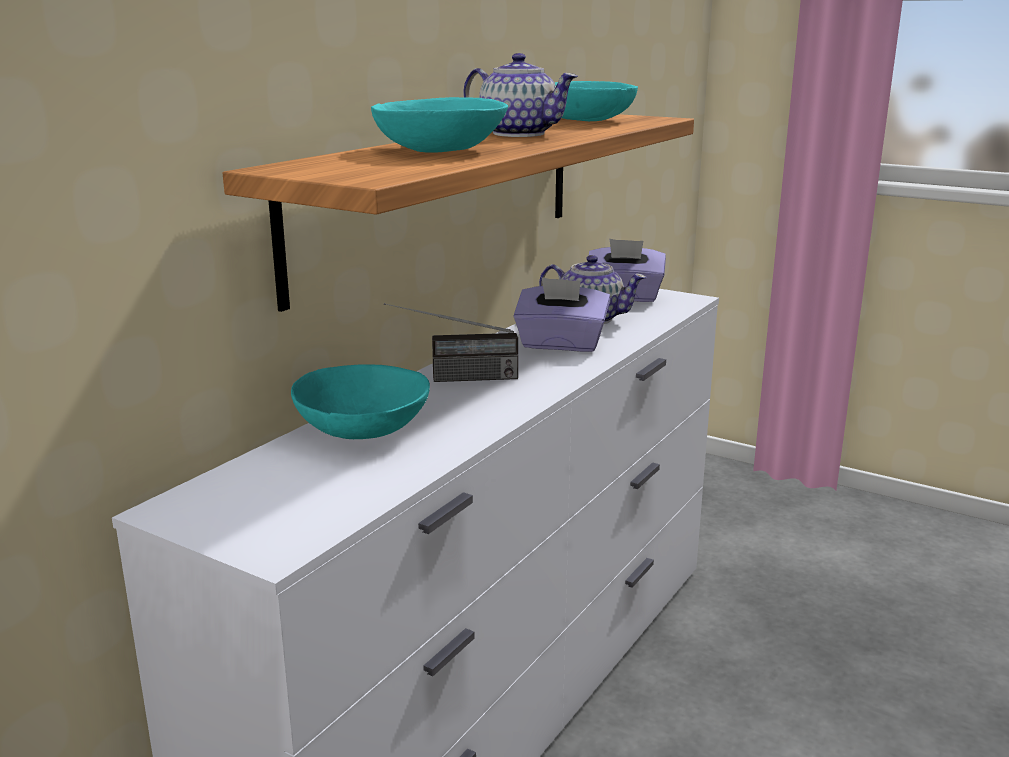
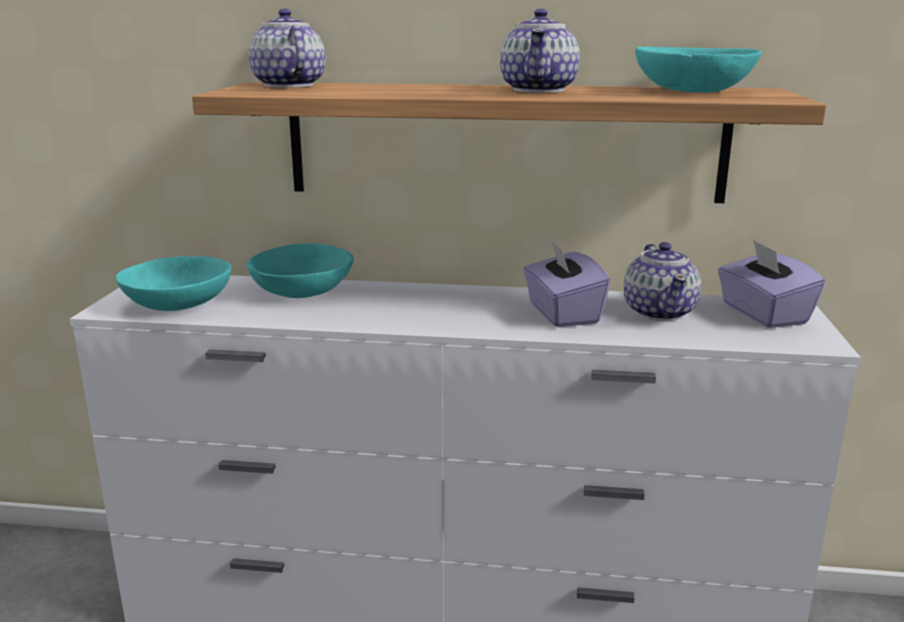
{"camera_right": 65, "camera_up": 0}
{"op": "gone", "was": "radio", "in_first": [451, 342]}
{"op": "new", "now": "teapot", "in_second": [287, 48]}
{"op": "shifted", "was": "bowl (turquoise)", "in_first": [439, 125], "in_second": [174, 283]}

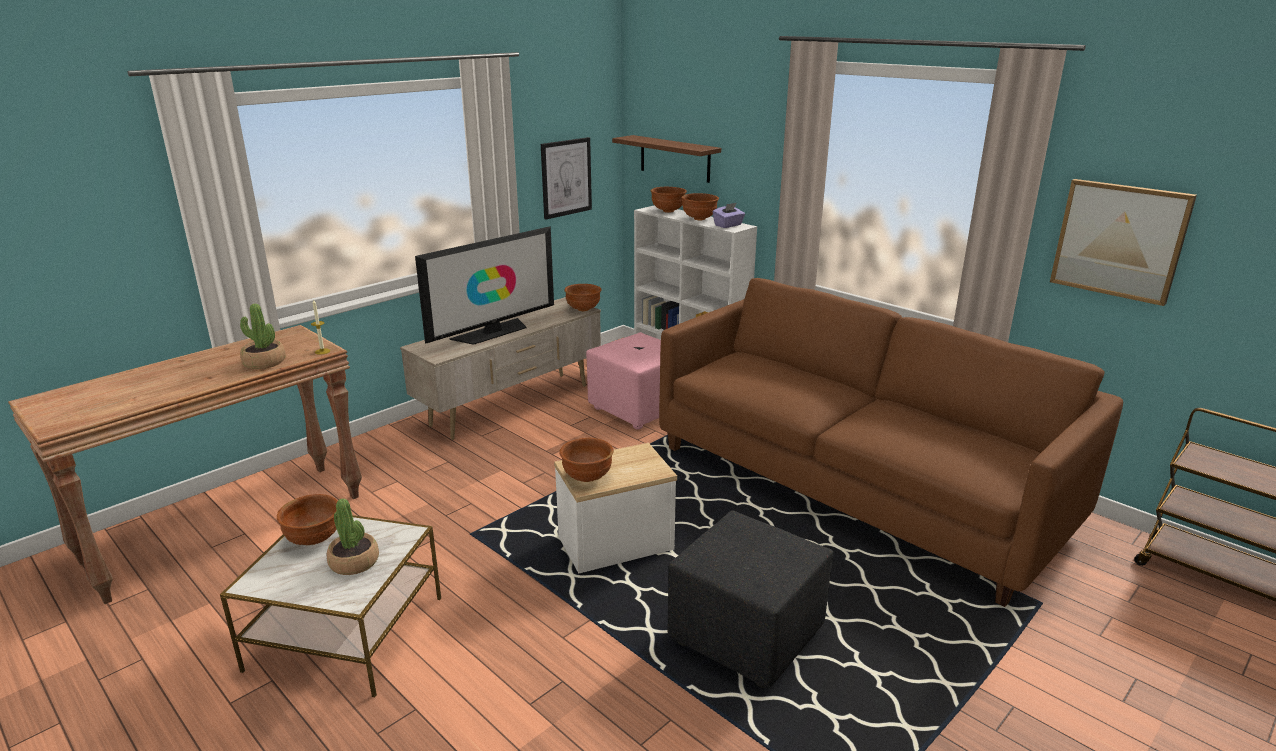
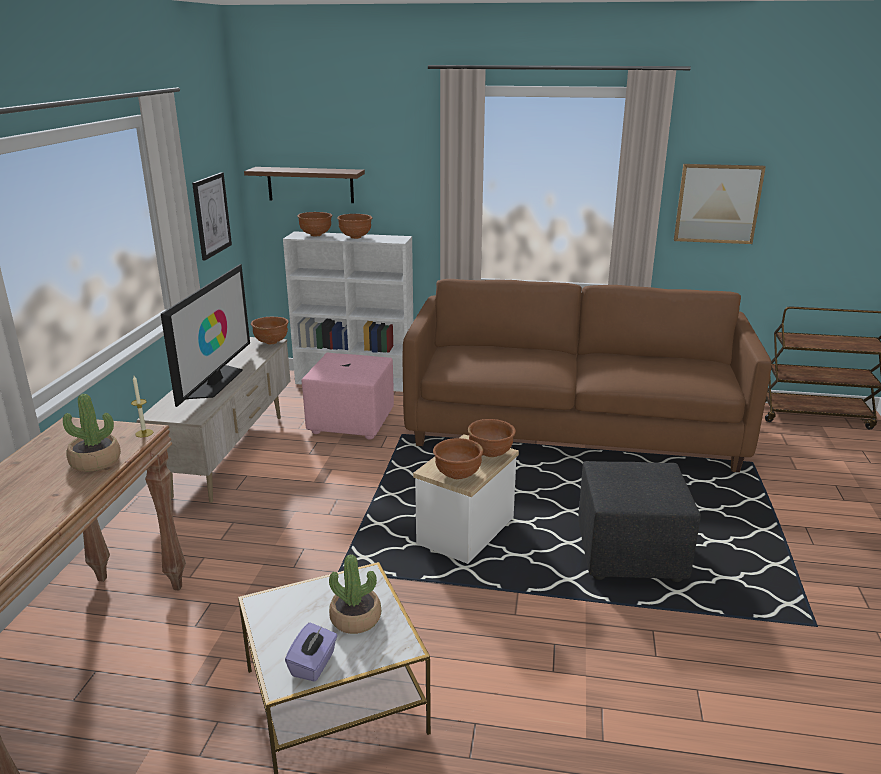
{"camera_right": -35, "camera_up": 0}
{"op": "shifted", "was": "bowl (brown)", "in_first": [307, 520], "in_second": [492, 438]}
{"op": "shifted", "was": "tissue box (purple)", "in_first": [729, 215], "in_second": [311, 652]}

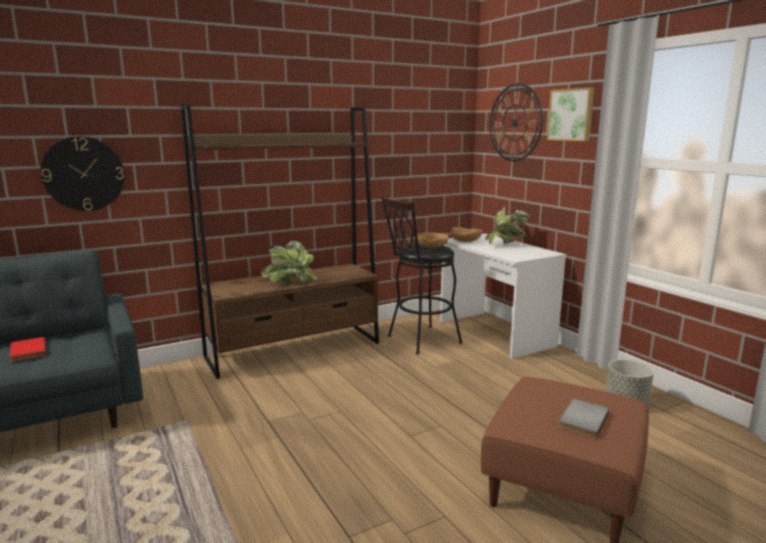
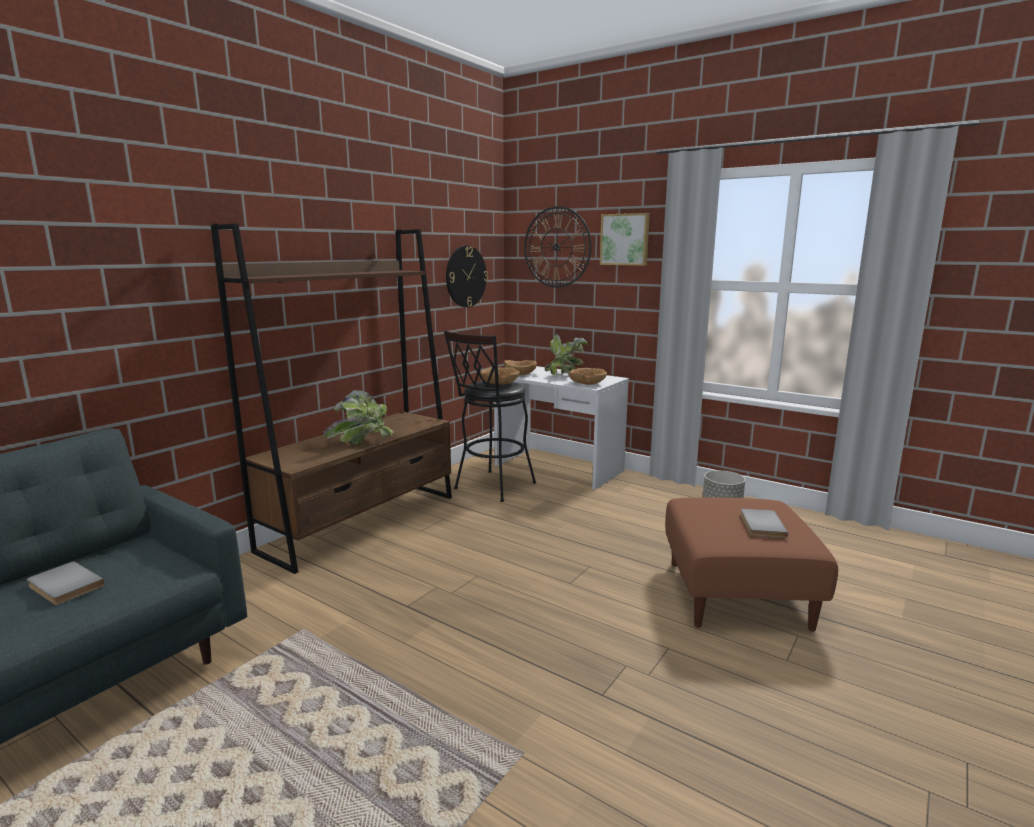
{"camera_right": -25, "camera_up": 0}
{"op": "new", "now": "bowl (brown)", "in_second": [588, 376]}
{"op": "shifted", "was": "wall clock", "in_first": [83, 173], "in_second": [467, 276]}
{"op": "repainted", "was": "book (red)", "now": "book (grey)", "in_first": [28, 349], "in_second": [66, 583]}

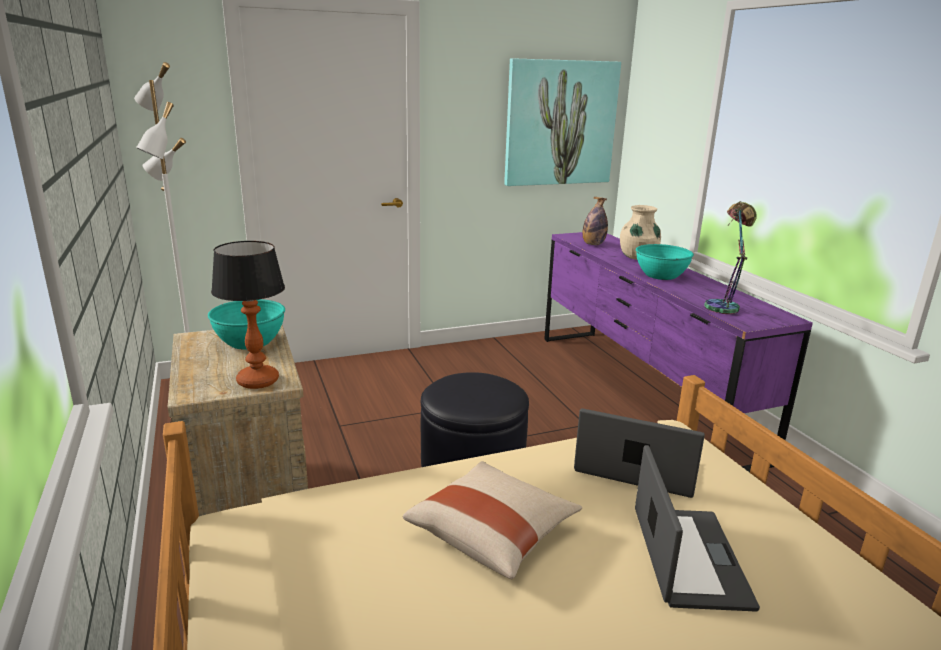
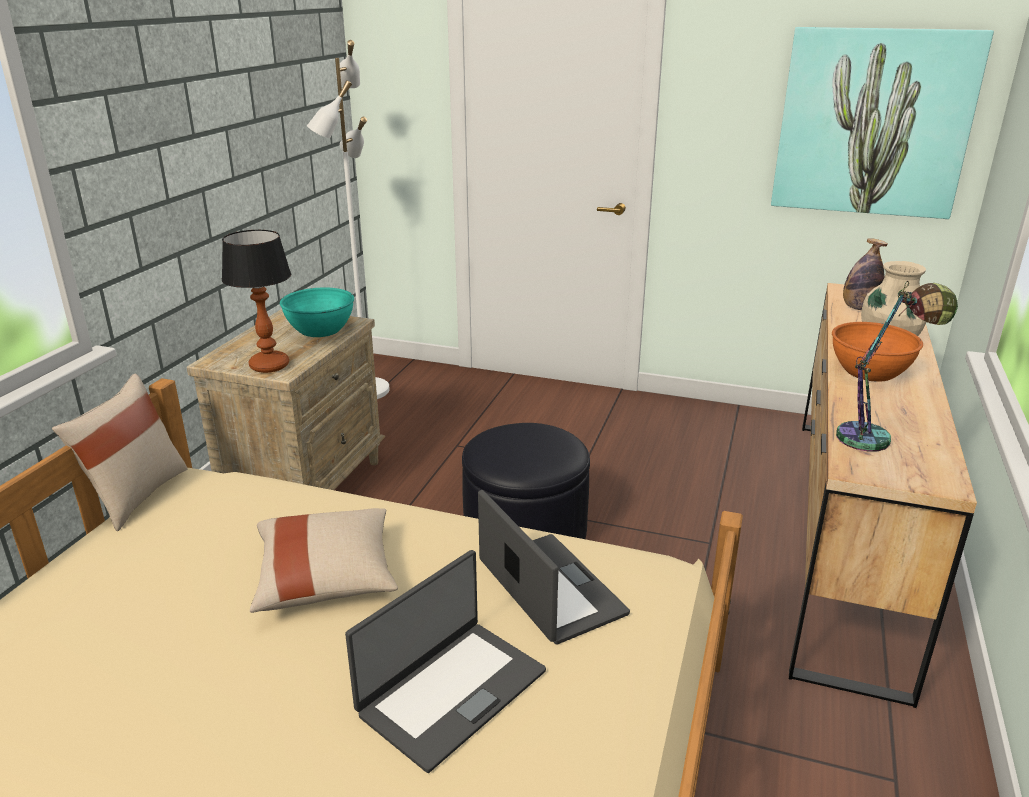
{"camera_right": 40, "camera_up": 5}
{"op": "new", "now": "pillow (beige)", "in_second": [120, 452]}
{"op": "repainted", "was": "dresser (purple)", "now": "dresser (brown)", "in_first": [678, 352], "in_second": [883, 495]}
{"op": "repainted", "was": "bowl (turquoise)", "now": "bowl (orange)", "in_first": [665, 262], "in_second": [877, 352]}

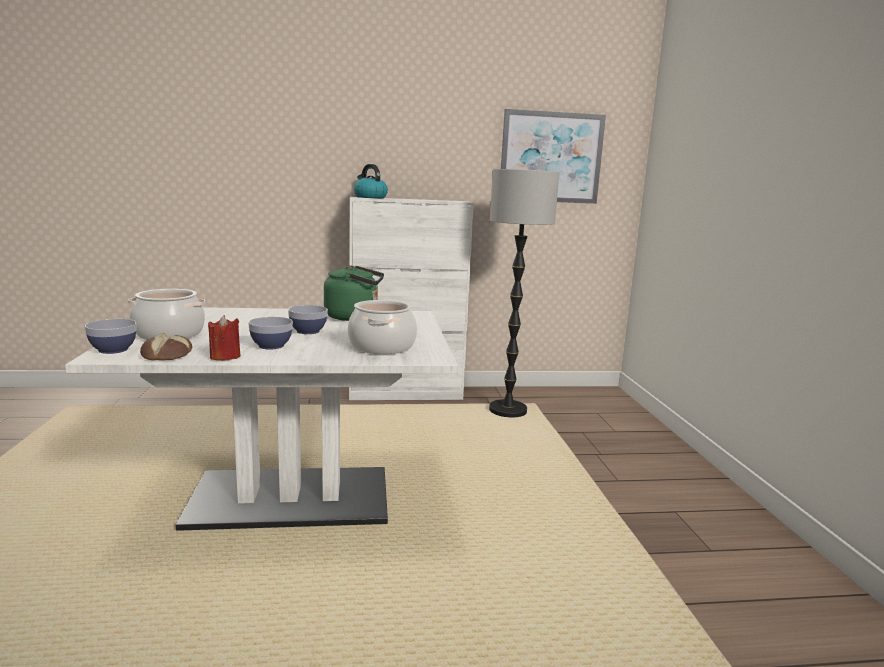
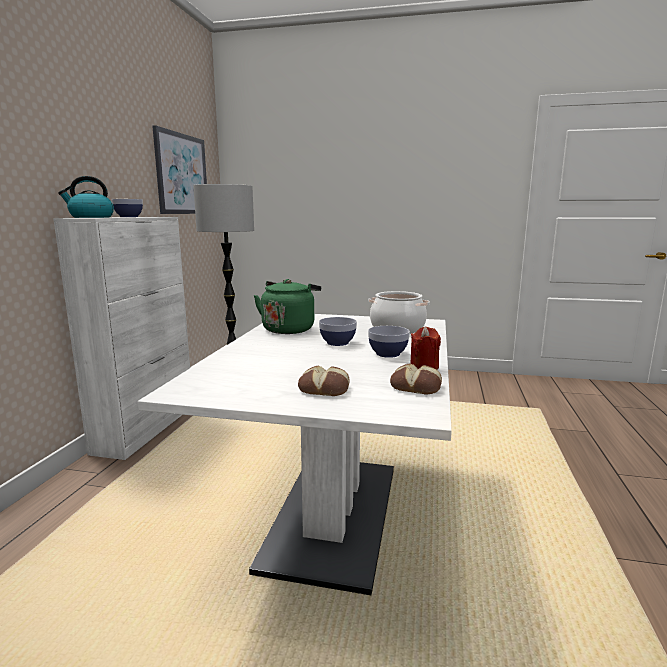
{"camera_right": -70, "camera_up": 0}
{"op": "shifted", "was": "bowl", "in_first": [111, 336], "in_second": [127, 208]}
{"op": "swapped", "was": "cooking pot", "now": "bread", "in_first": [166, 314], "in_second": [324, 381]}

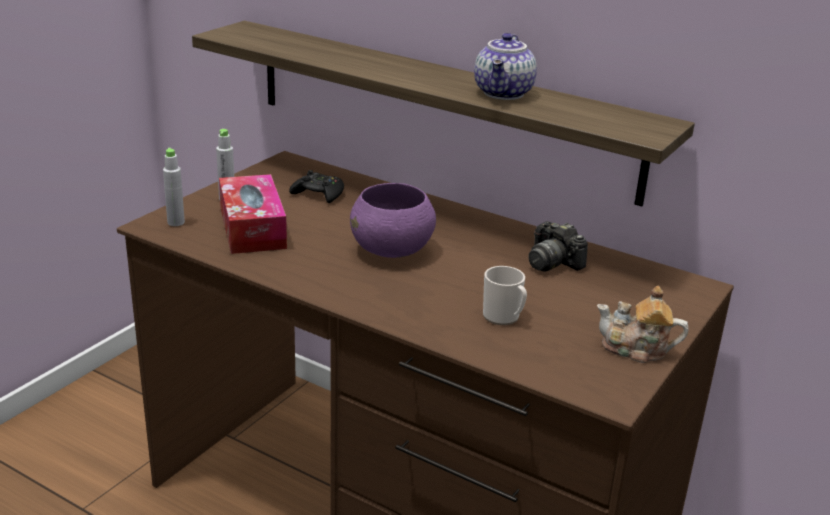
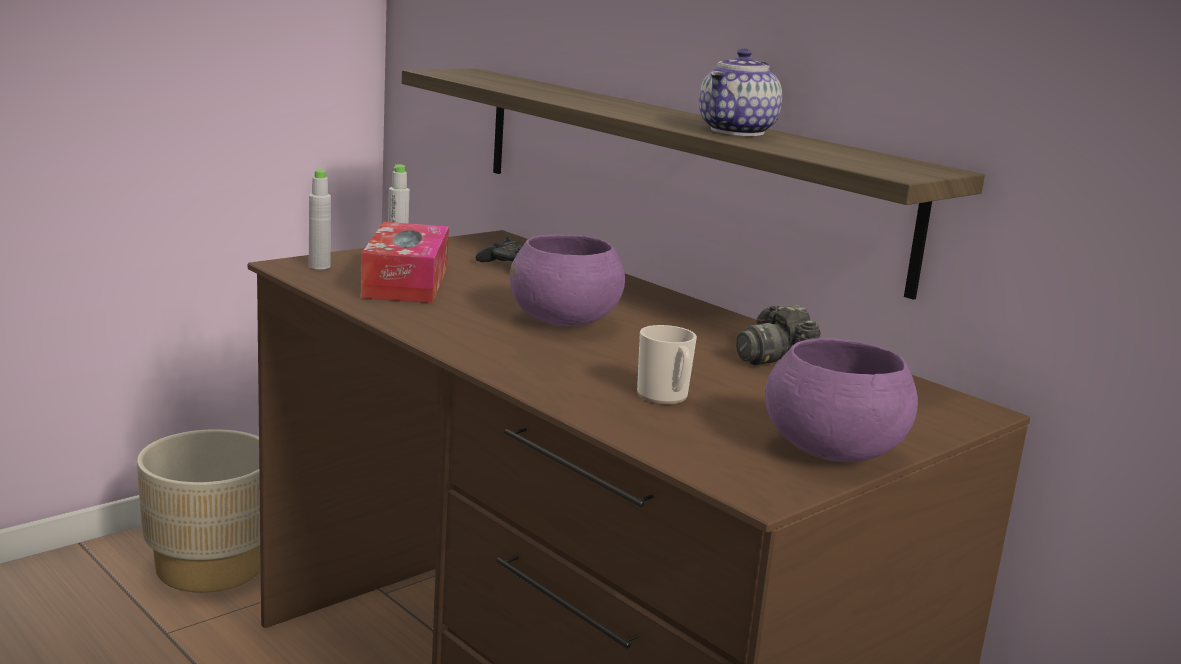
{"camera_right": 15, "camera_up": -10}
{"op": "new", "now": "planter (beige)", "in_second": [199, 511]}
{"op": "swapped", "was": "teapot", "now": "bowl (purple)", "in_first": [642, 324], "in_second": [841, 400]}

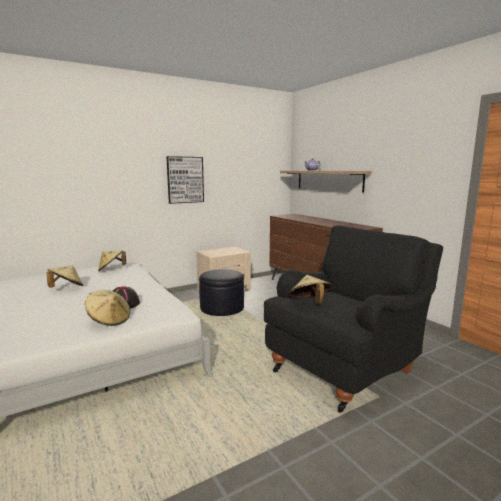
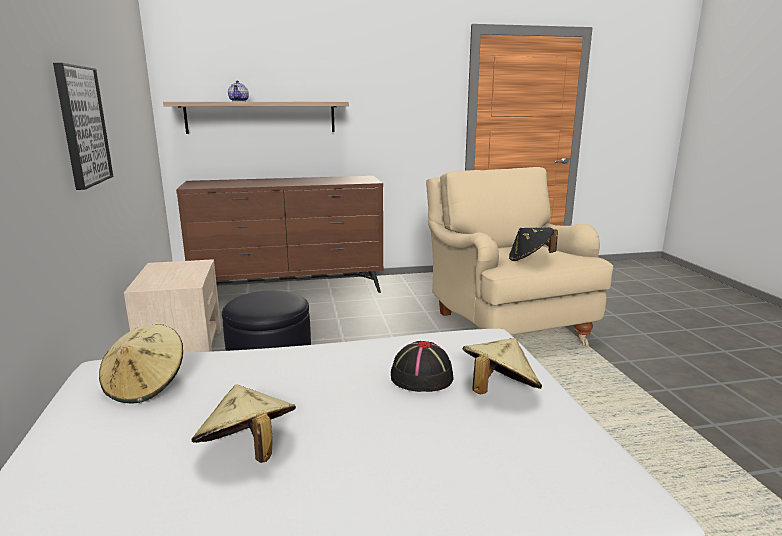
{"camera_right": -70, "camera_up": 5}
{"op": "repainted", "was": "armchair (black)", "now": "armchair (beige)", "in_first": [353, 319], "in_second": [519, 257]}
{"op": "repainted", "was": "hat (beige)", "now": "hat (black)", "in_first": [310, 289], "in_second": [533, 244]}

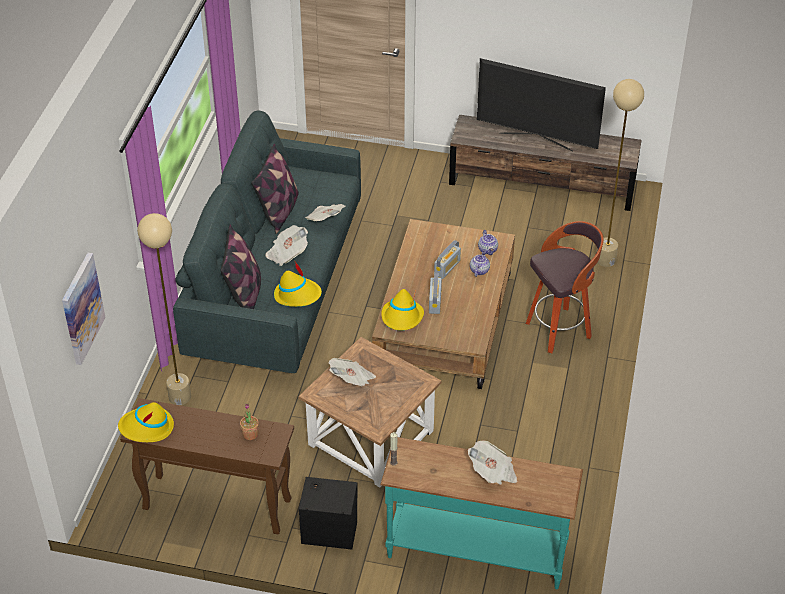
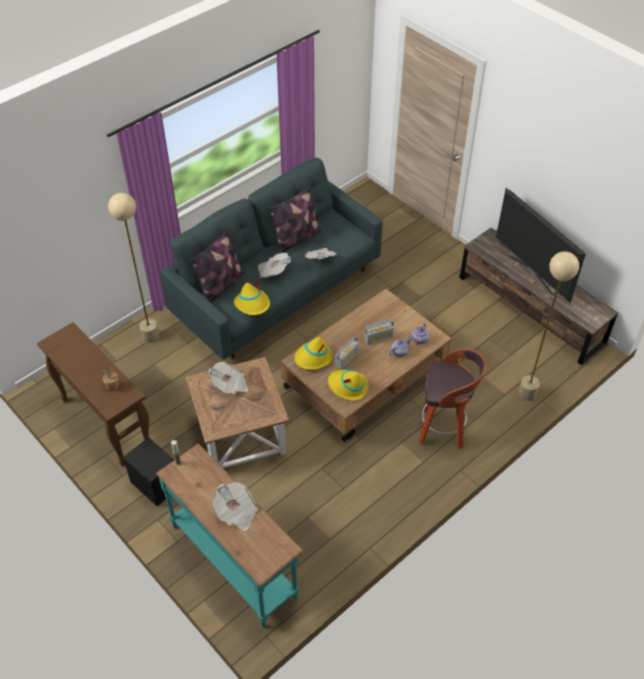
{"camera_right": 35, "camera_up": 5}
{"op": "gone", "was": "picture", "in_first": [83, 309]}
{"op": "shifted", "was": "hat (yellow)", "in_first": [146, 422], "in_second": [348, 385]}

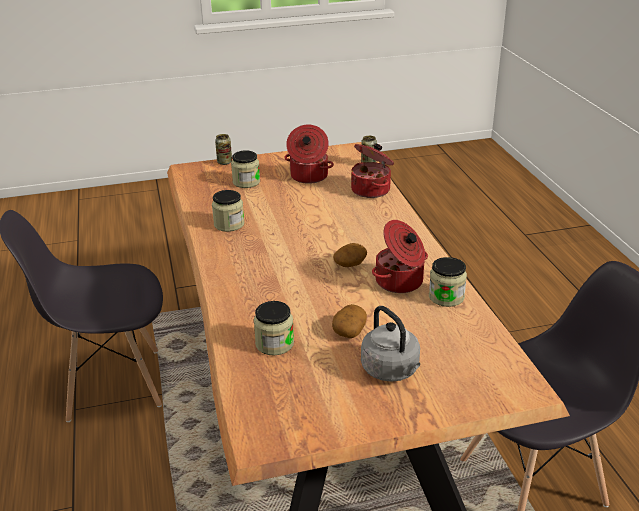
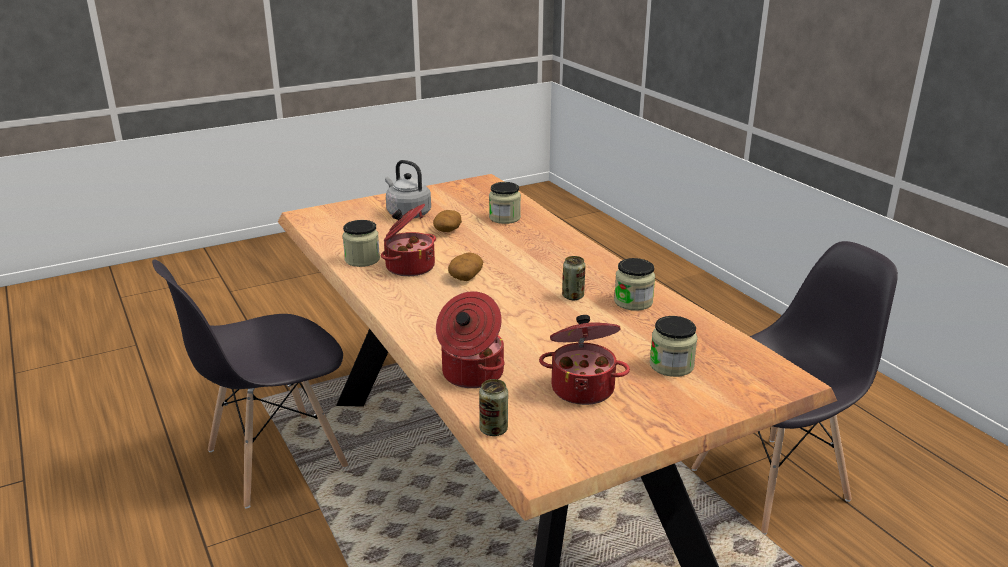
{"camera_right": 165, "camera_up": -5}
{"op": "shifted", "was": "can", "in_first": [223, 149], "in_second": [574, 278]}

